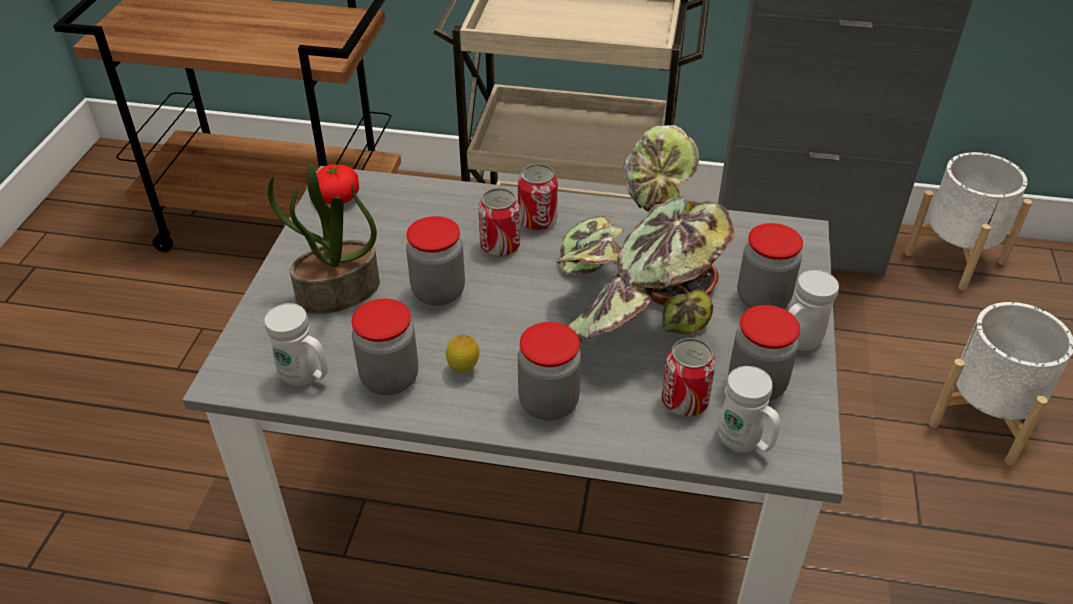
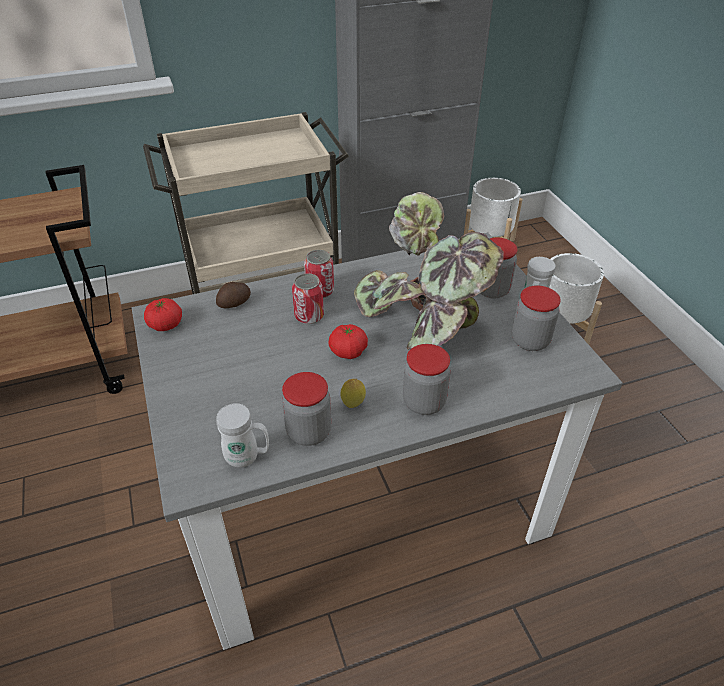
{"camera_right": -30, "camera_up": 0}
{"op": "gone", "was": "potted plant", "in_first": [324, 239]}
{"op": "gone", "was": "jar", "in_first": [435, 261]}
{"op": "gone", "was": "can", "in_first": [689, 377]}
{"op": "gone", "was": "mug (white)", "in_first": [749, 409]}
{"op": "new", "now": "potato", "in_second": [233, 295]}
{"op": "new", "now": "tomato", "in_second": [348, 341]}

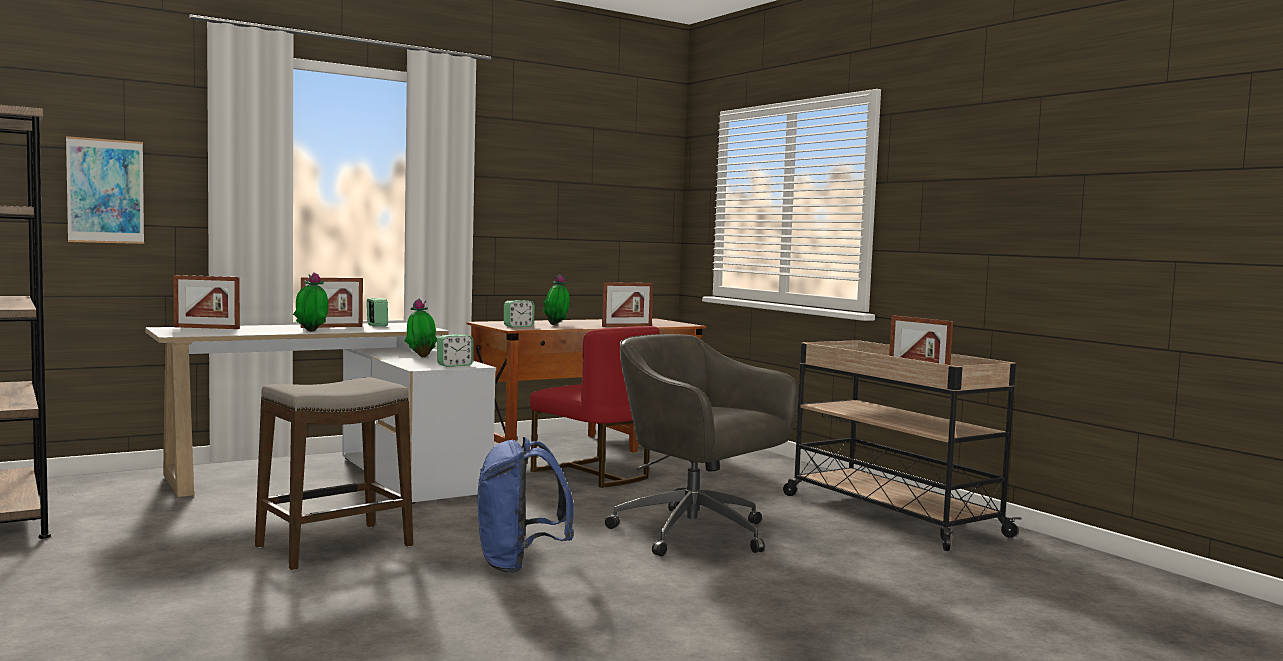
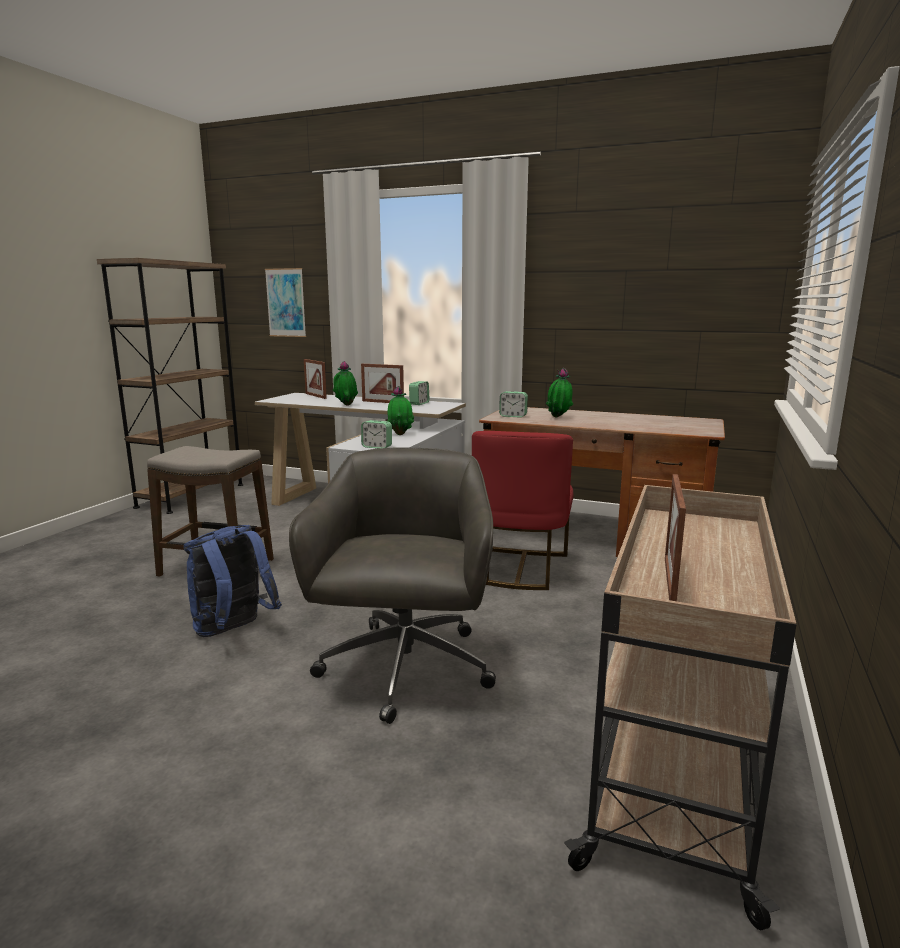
{"camera_right": 55, "camera_up": 10}
{"op": "gone", "was": "picture frame", "in_first": [627, 304]}

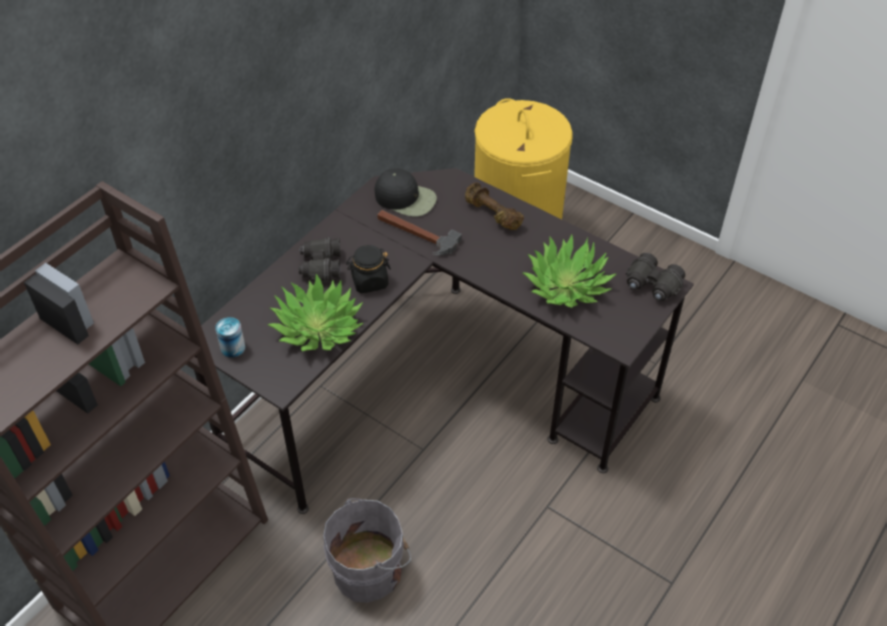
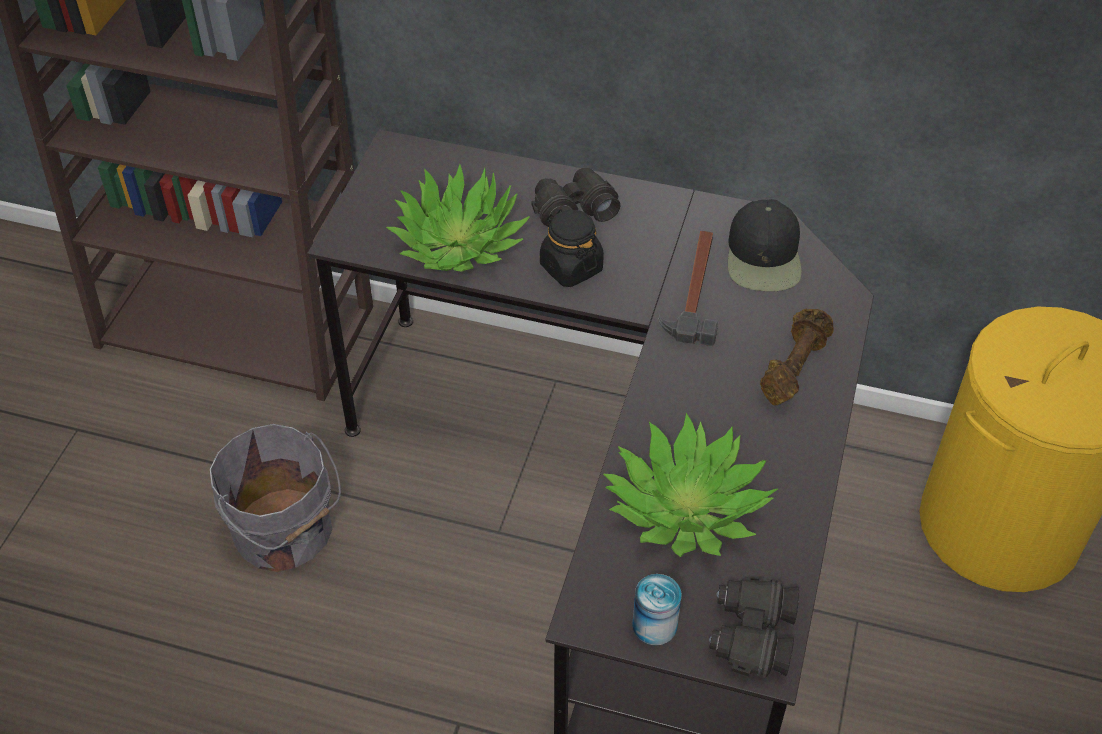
{"camera_right": 70, "camera_up": 0}
{"op": "shifted", "was": "can", "in_first": [230, 337], "in_second": [657, 609]}

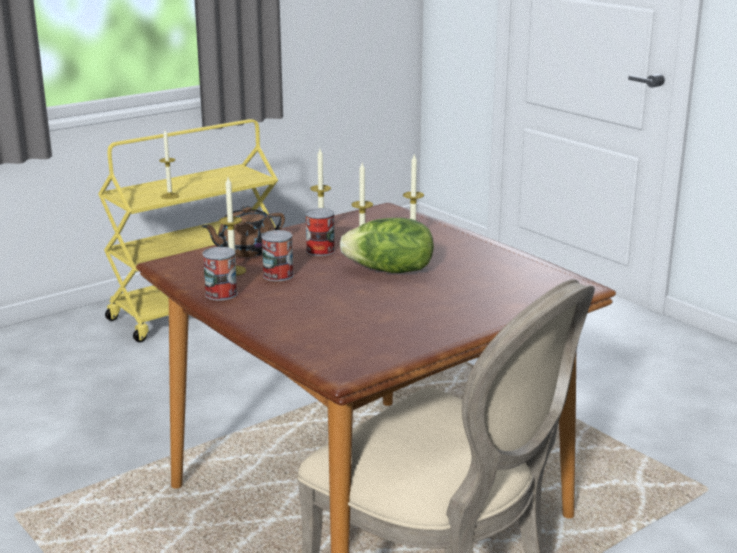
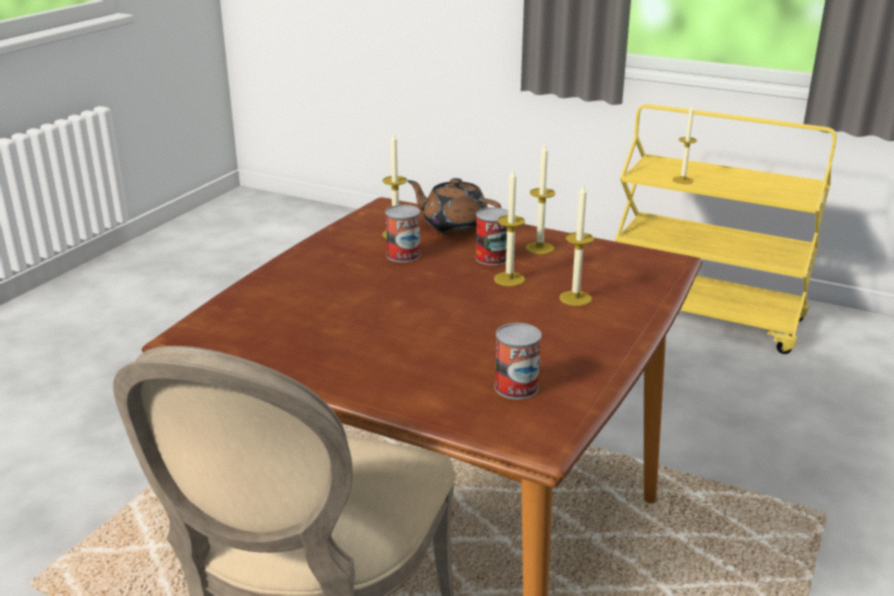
{"camera_right": 65, "camera_up": 5}
{"op": "gone", "was": "lettuce", "in_first": [387, 245]}
{"op": "shifted", "was": "can", "in_first": [220, 274], "in_second": [518, 361]}

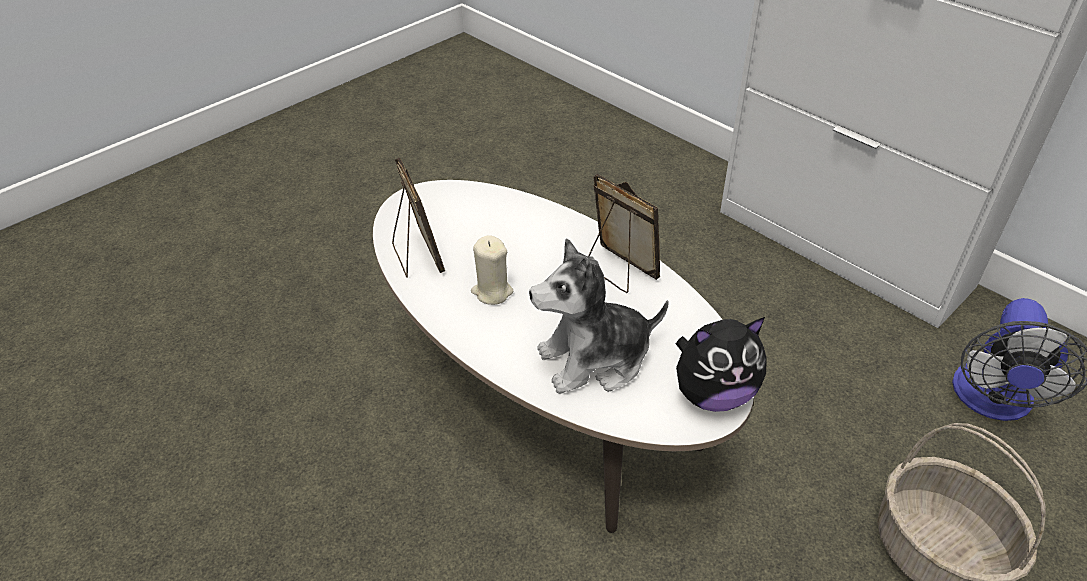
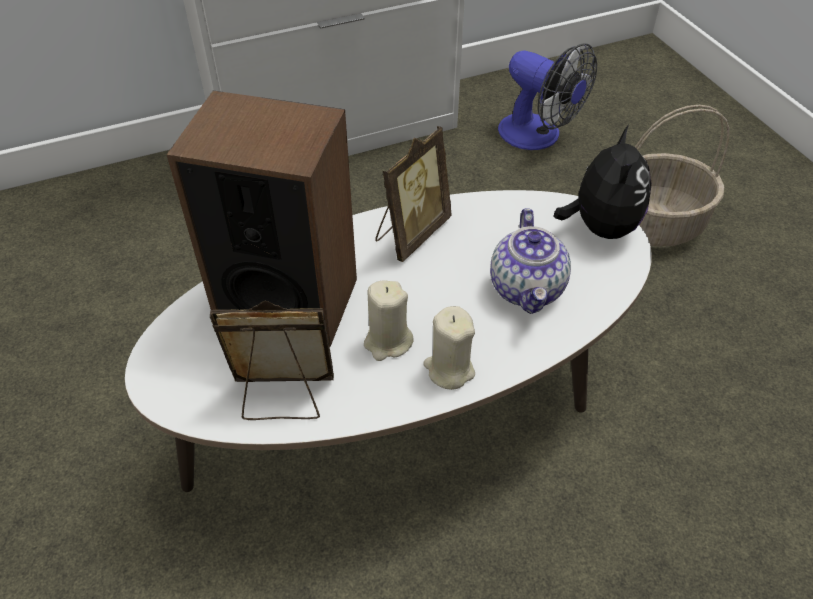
{"camera_right": -70, "camera_up": 5}
{"op": "new", "now": "speaker", "in_second": [262, 219]}
{"op": "new", "now": "candle (beige)", "in_second": [449, 348]}
{"op": "swapped", "was": "plush toy", "now": "teapot", "in_first": [599, 316], "in_second": [530, 261]}
{"op": "rotated", "was": "picture frame", "in_first": [624, 233], "in_second": [413, 194], "clockwise": 150}

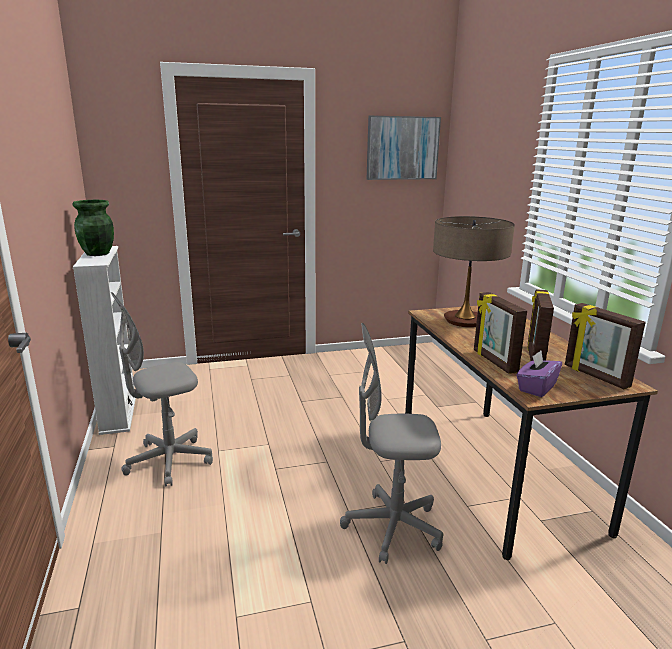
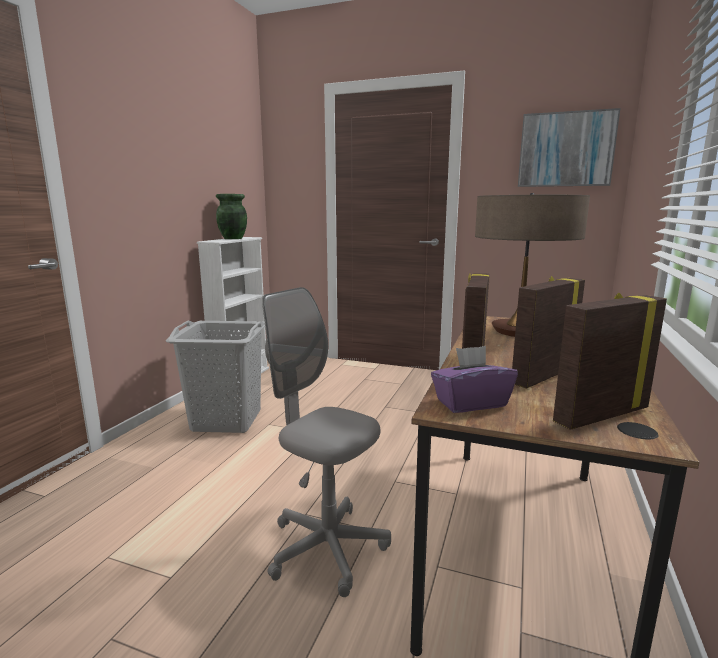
{"camera_right": 35, "camera_up": -5}
{"op": "swapped", "was": "office chair (grey)", "now": "laundry basket (grey)", "in_first": [162, 389], "in_second": [215, 377]}
{"op": "rotated", "was": "picture frame", "in_first": [605, 346], "in_second": [610, 361], "clockwise": 60}

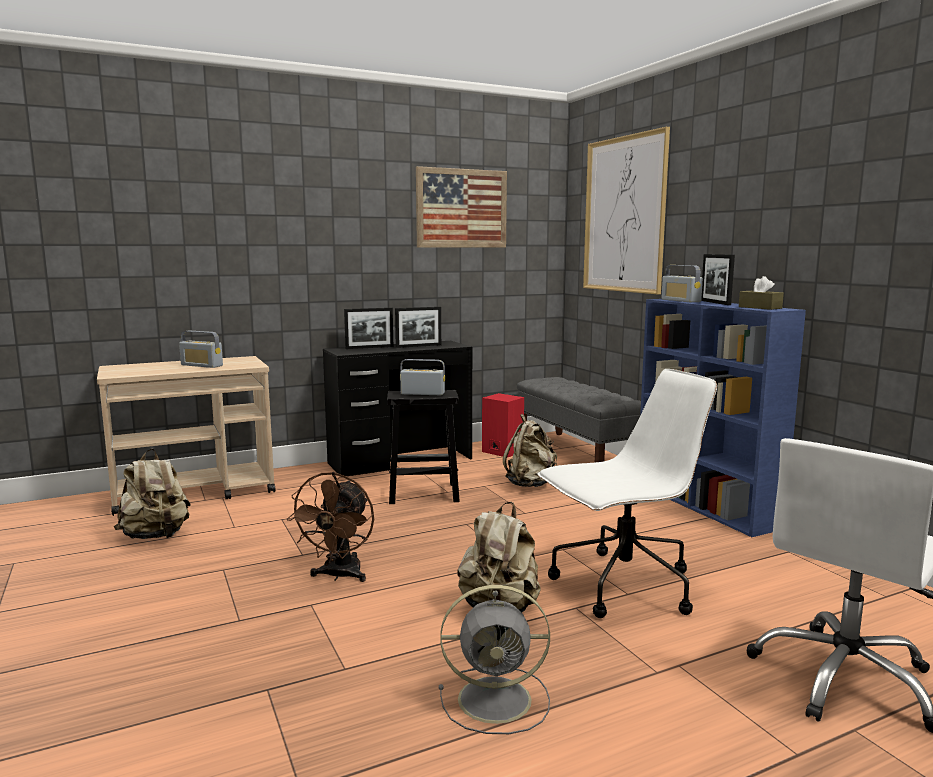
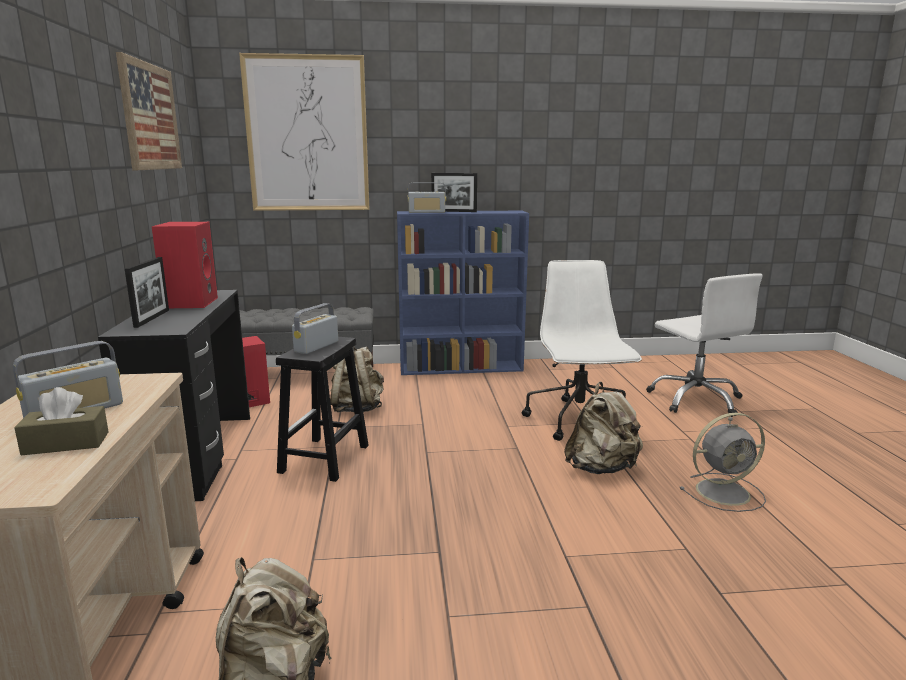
{"camera_right": -70, "camera_up": 5}
{"op": "gone", "was": "fan (brown)", "in_first": [330, 527]}
{"op": "shifted", "was": "tissue box (brown)", "in_first": [761, 293], "in_second": [61, 421]}
{"op": "swapped", "was": "picture frame", "now": "speaker (red)", "in_first": [418, 327], "in_second": [185, 265]}
{"op": "rotated", "was": "fan (grey)", "in_first": [494, 659], "in_second": [723, 462], "clockwise": 60}

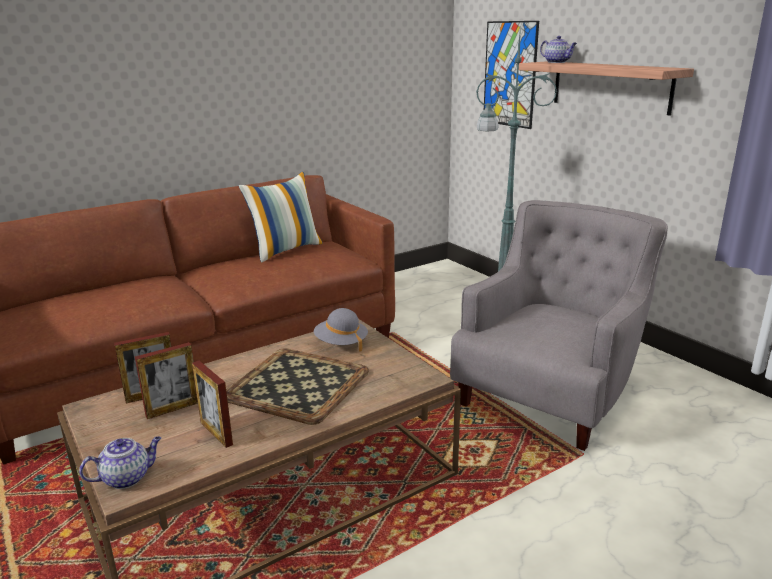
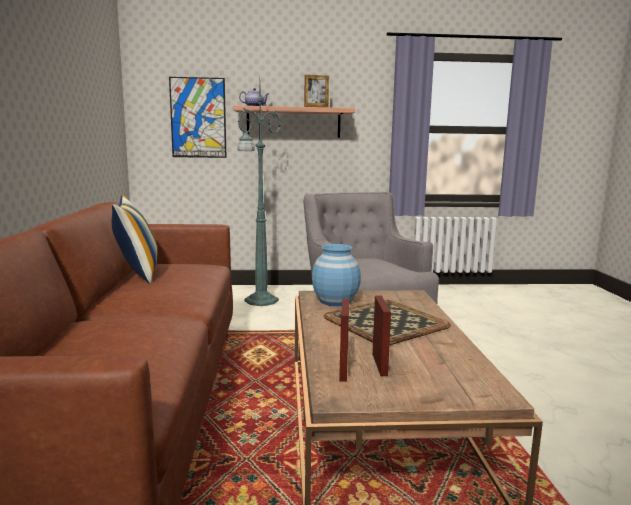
{"camera_right": -60, "camera_up": -10}
{"op": "gone", "was": "teapot", "in_first": [120, 463]}
{"op": "shifted", "was": "picture frame", "in_first": [212, 404], "in_second": [316, 91]}
{"op": "swapped", "was": "hat (grey)", "now": "vase (blue)", "in_first": [341, 329], "in_second": [336, 275]}

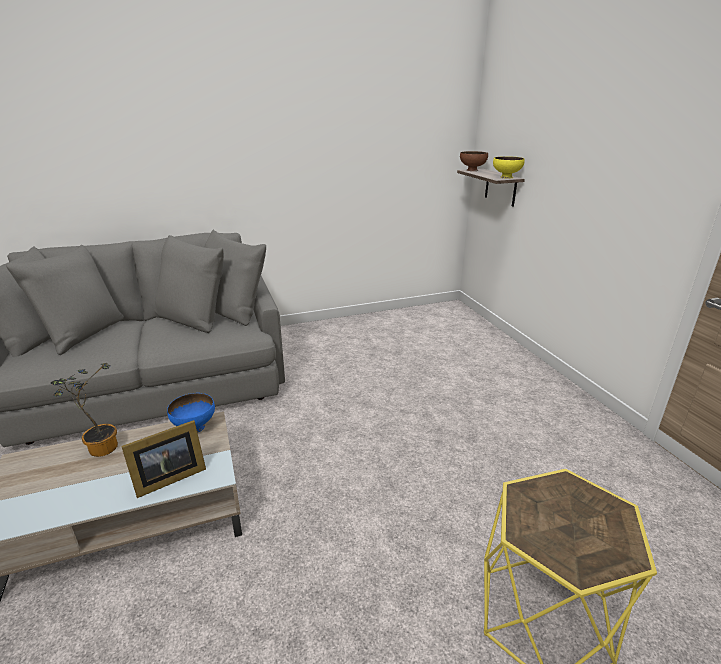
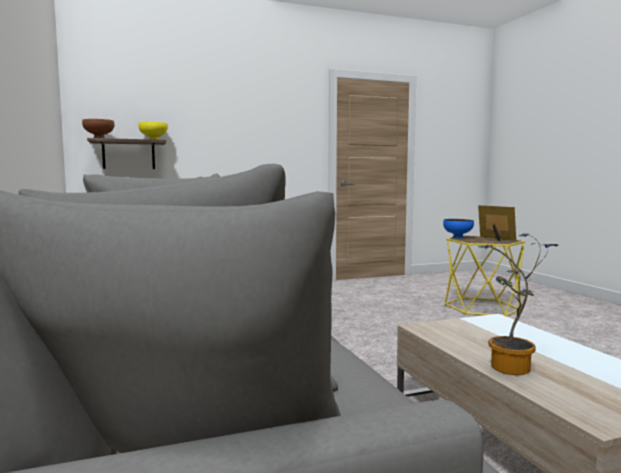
{"camera_right": -90, "camera_up": -20}
{"op": "shifted", "was": "picture frame", "in_first": [163, 459], "in_second": [497, 223]}
{"op": "shifted", "was": "bowl (blue)", "in_first": [191, 413], "in_second": [458, 229]}

